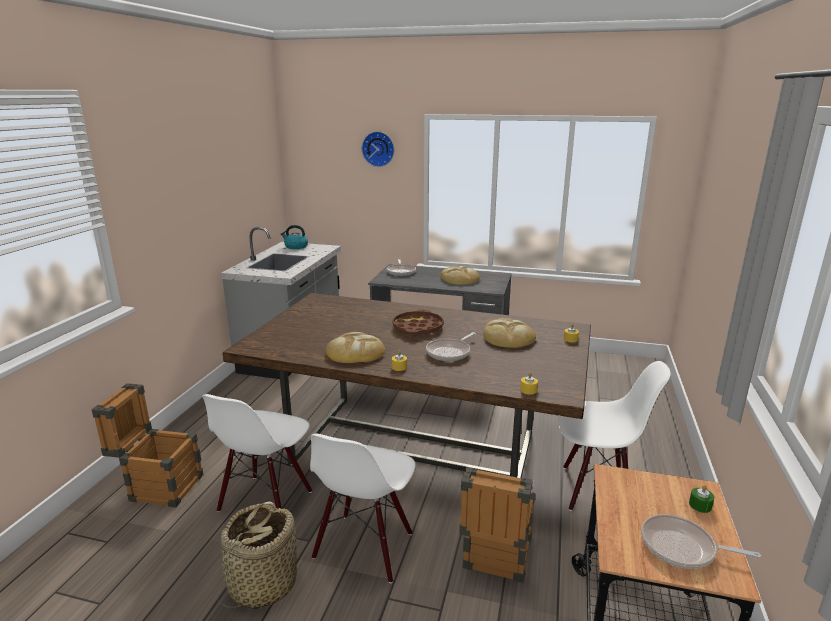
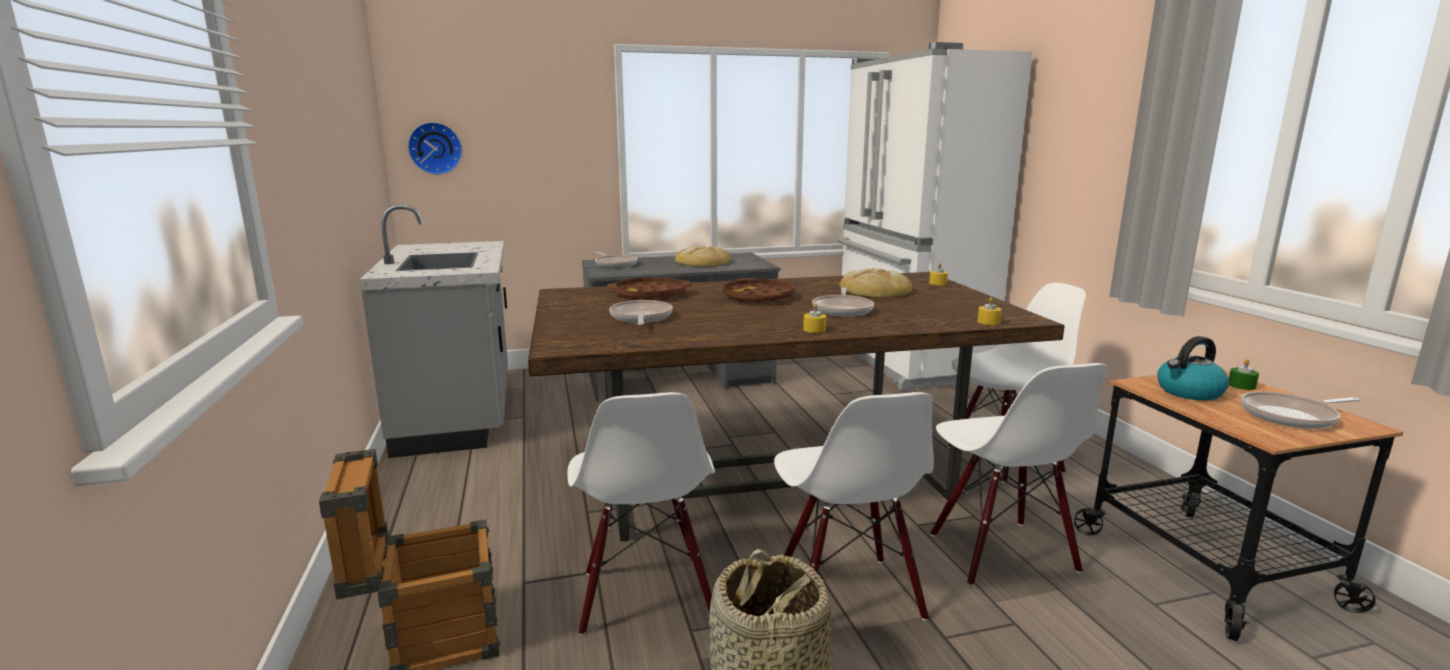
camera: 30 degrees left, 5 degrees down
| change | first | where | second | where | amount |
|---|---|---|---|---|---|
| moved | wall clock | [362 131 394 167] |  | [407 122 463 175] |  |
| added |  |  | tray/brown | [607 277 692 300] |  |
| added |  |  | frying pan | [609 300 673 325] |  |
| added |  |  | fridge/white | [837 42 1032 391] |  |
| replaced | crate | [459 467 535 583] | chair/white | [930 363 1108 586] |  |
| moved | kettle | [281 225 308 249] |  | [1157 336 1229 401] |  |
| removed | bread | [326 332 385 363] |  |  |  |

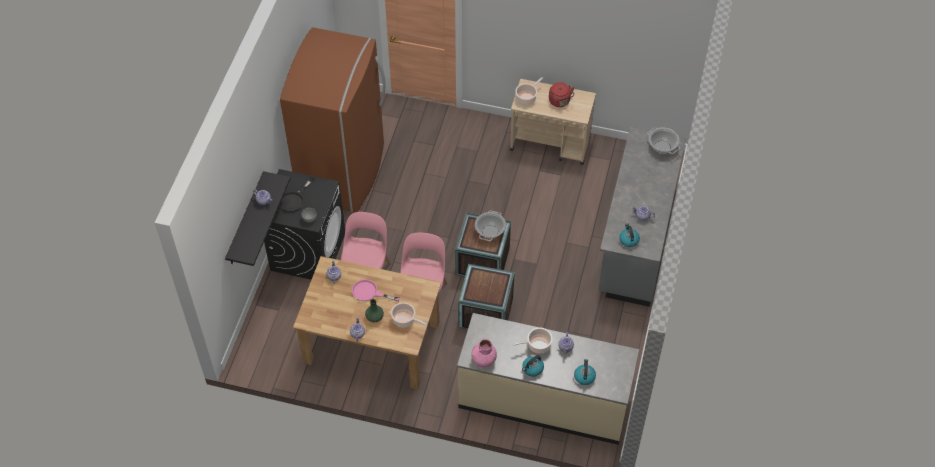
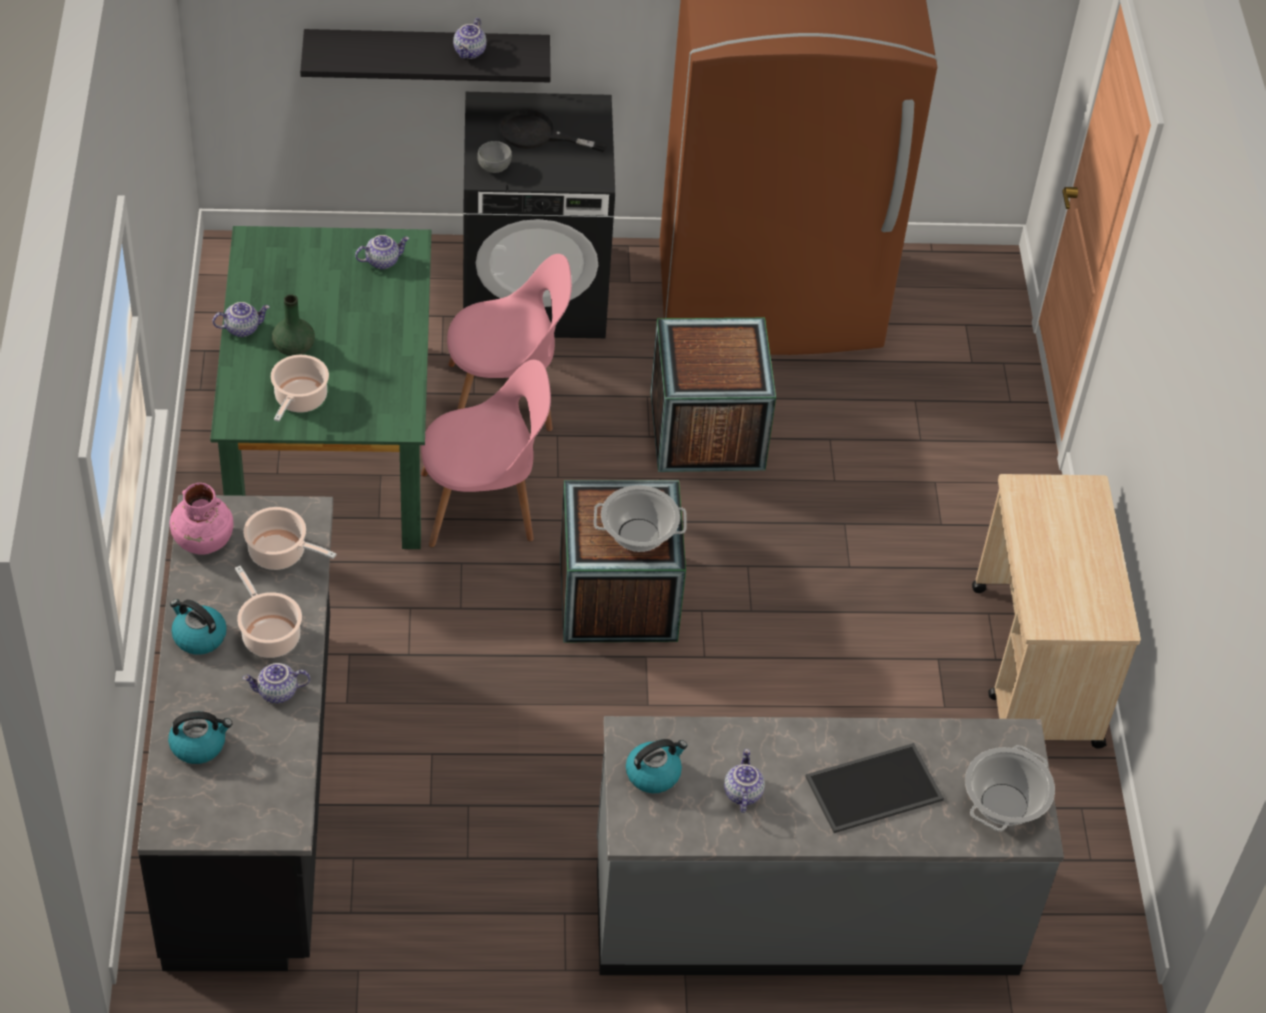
camera: 70 degrees right, 5 degrees down
| change | first | where | second | where | amount |
|---|---|---|---|---|---|
| recoloured | counter/beige | [457 313 639 445] | counter/black | [138 495 333 971] |  |
| recoloured | dining table/brown | [293 256 441 389] | dining table/green | [210 226 431 549] |  |
| moved | cooking pot | [515 77 543 105] |  | [243 507 336 570] |  |
| moved | crate | [458 264 515 330] |  | [650 318 776 472] |  |
| added |  |  | tray | [805 743 944 833] |  |
| removed | frying pan/pink | [352 279 400 302] |  |  |  |
| removed | kettle/red | [549 82 574 107] |  |  |  |

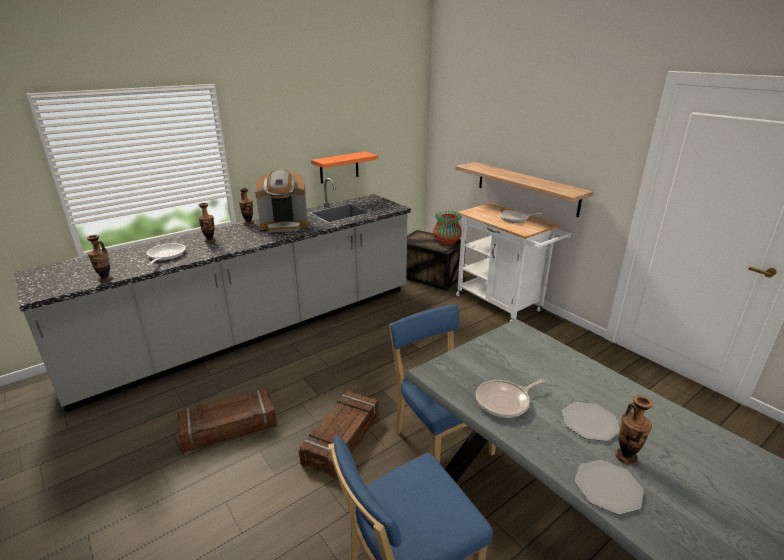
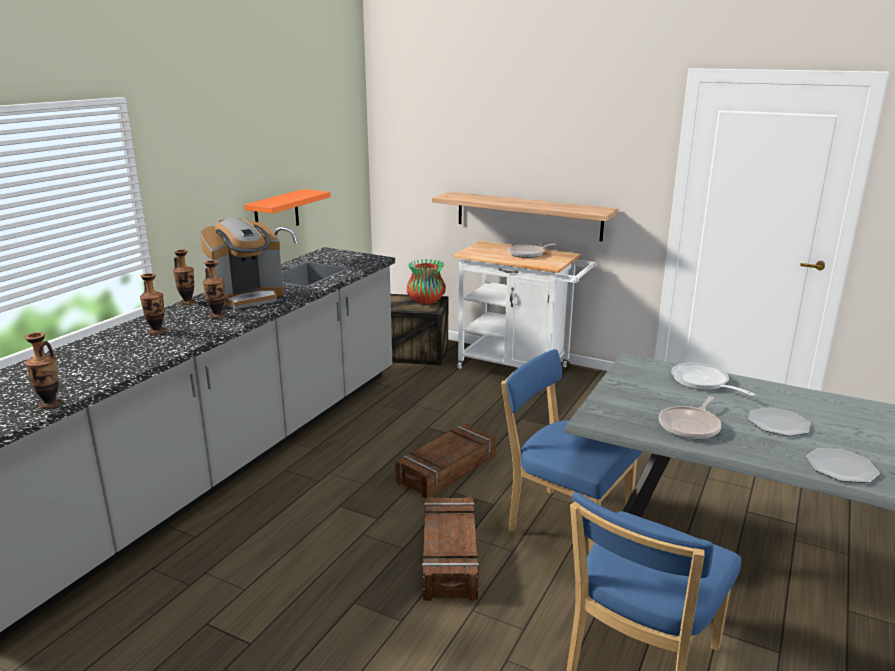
camera: 25 degrees left, 5 degrees down
| change | first | where | second | where | amount |
|---|---|---|---|---|---|
| moved | vase | [615 396 653 465] |  | [203 260 226 318] |  |
| moved | crate | [177 389 277 453] |  | [395 424 496 499] |  |
| moved | frying pan | [147 243 186 266] |  | [671 363 756 396] |  |

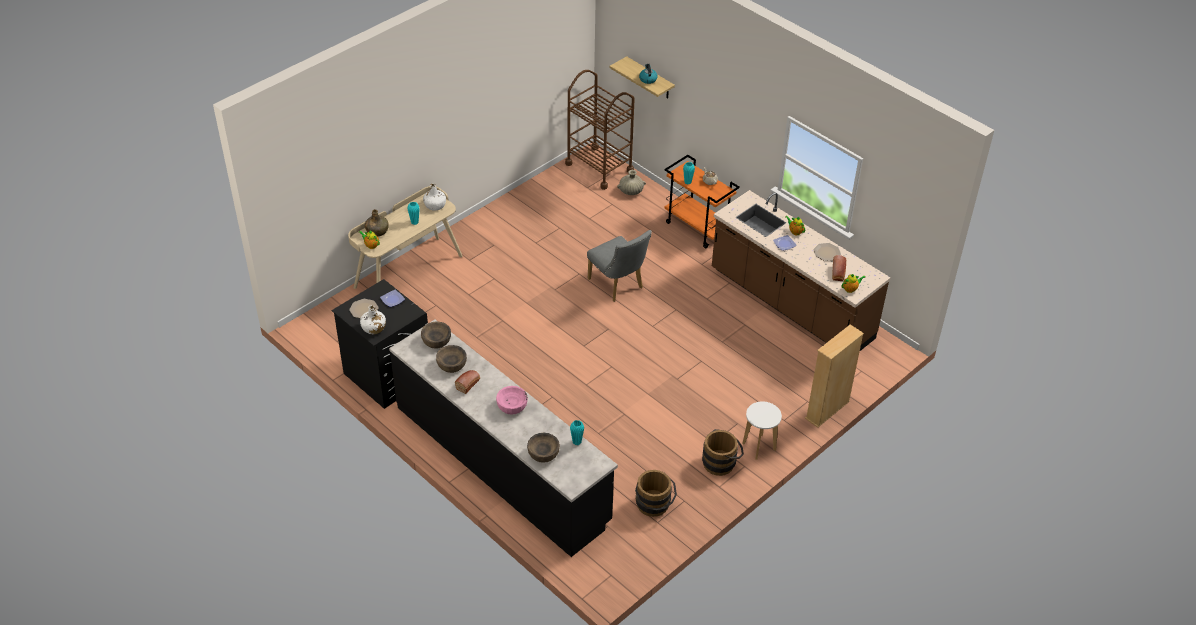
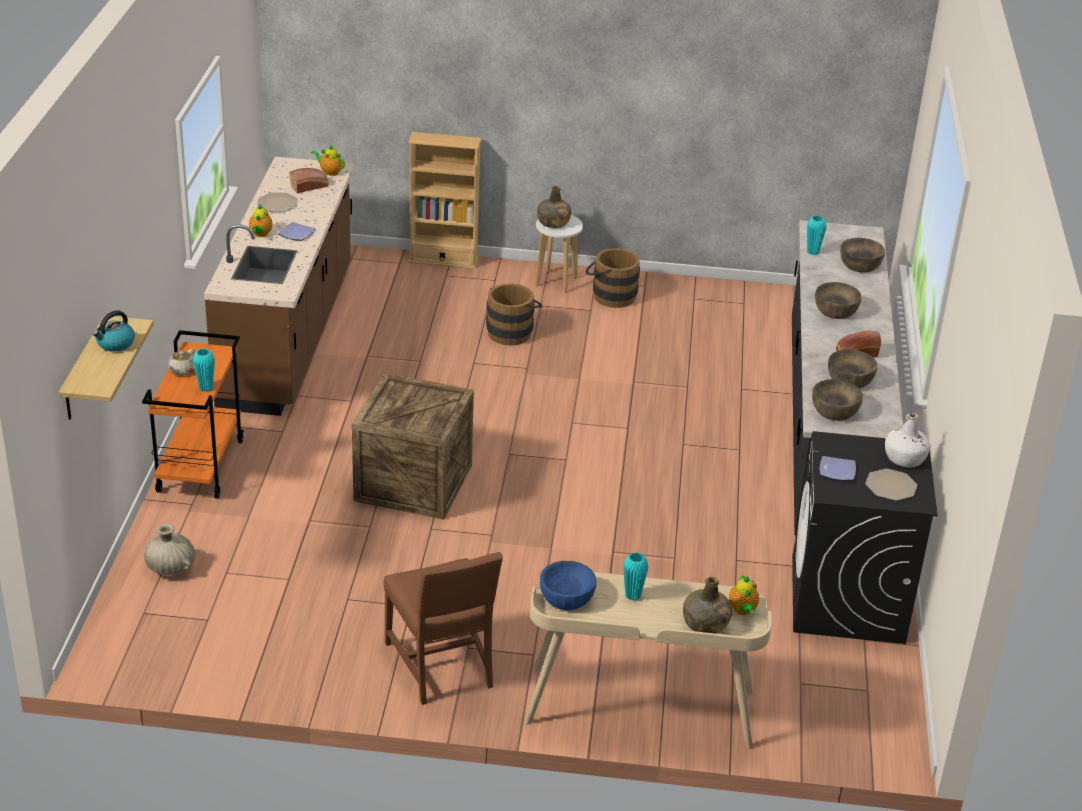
camera: 130 degrees left, 10 degrees down
| change | first | where | second | where | amount |
|---|---|---|---|---|---|
| replaced | chair/grey | [587 230 652 302] | crate | [352 373 474 520] |  |
| added |  |  | chair/brown | [383 552 503 705] |  |
| moved | bucket/brown | [635 470 677 517] |  | [486 284 542 346] |  |
| added |  |  | bottle/green | [537 186 571 228] |  |
| replaced | bottle/white | [423 183 446 211] | bowl/blue | [540 561 596 610] |  |
| recoloured | bowl/pink | [496 386 528 415] | bowl/brown | [815 282 861 319] |  |
| removed | cart/brown | [565 70 635 190] |  |  |  |

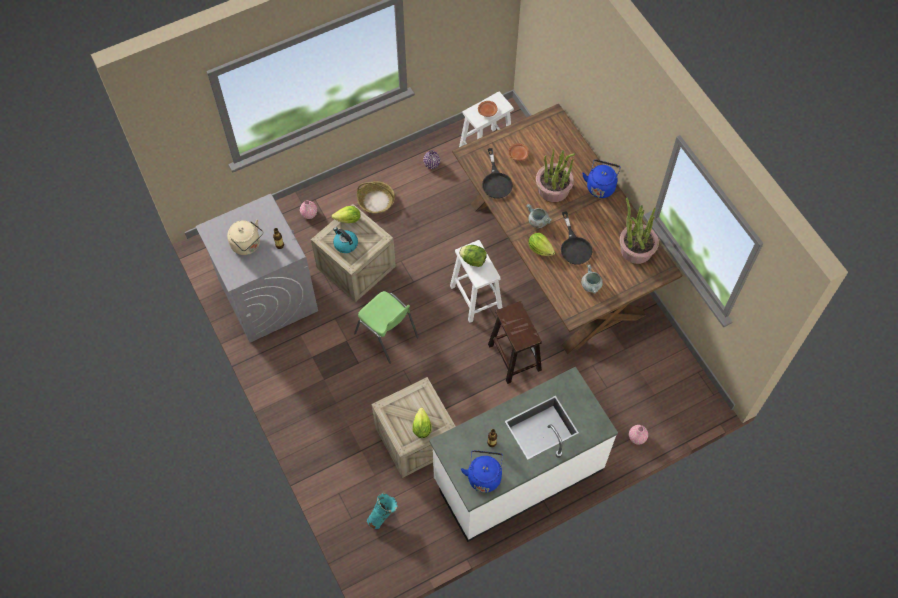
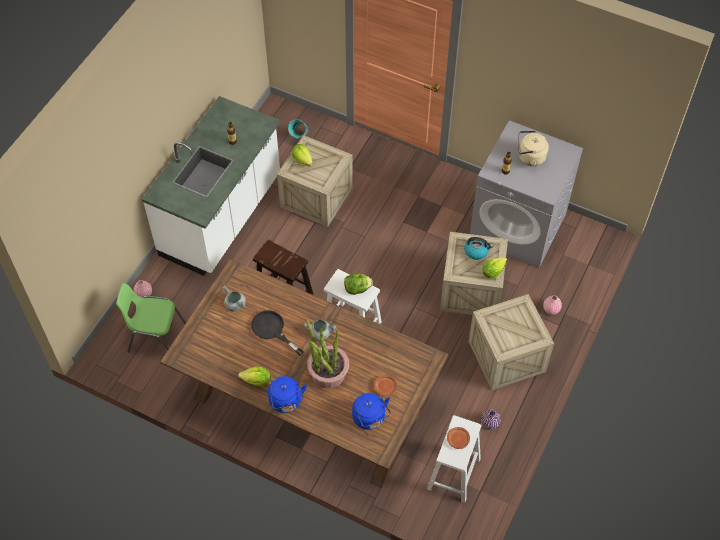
camera: 145 degrees right, 5 degrees down
| change | first | where | second | where | amount |
|---|---|---|---|---|---|
| moved | chair/green | [354 291 419 364] |  | [116 283 186 353] |  |
| moved | lettuce | [529 233 555 256] |  | [238 366 271 386] |  |
| moved | kettle/blue | [461 450 503 493] |  | [352 393 391 430] |  |
| replaced | basket | [357 181 395 214] | crate | [468 294 554 390] |  |
| removed | frying pan/black | [482 148 513 199] |  |  |  |
| removed | potted plant | [620 198 659 264] |  |  |  |

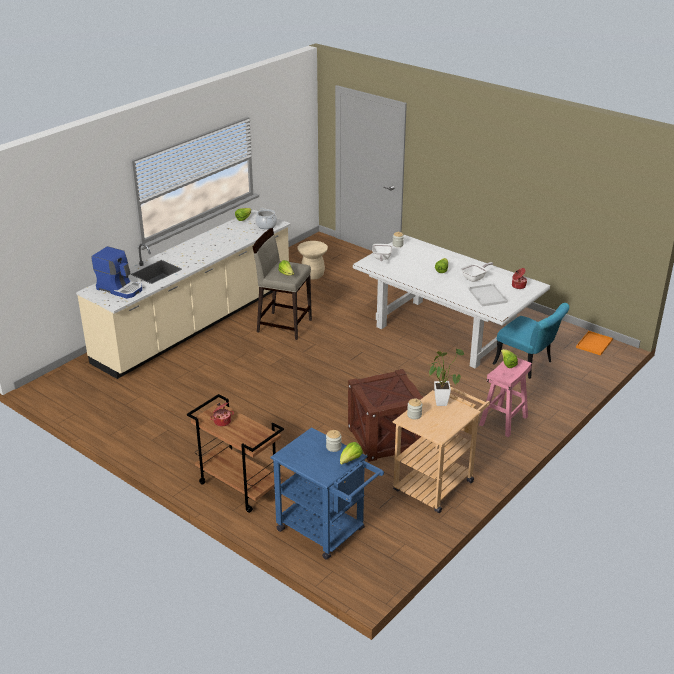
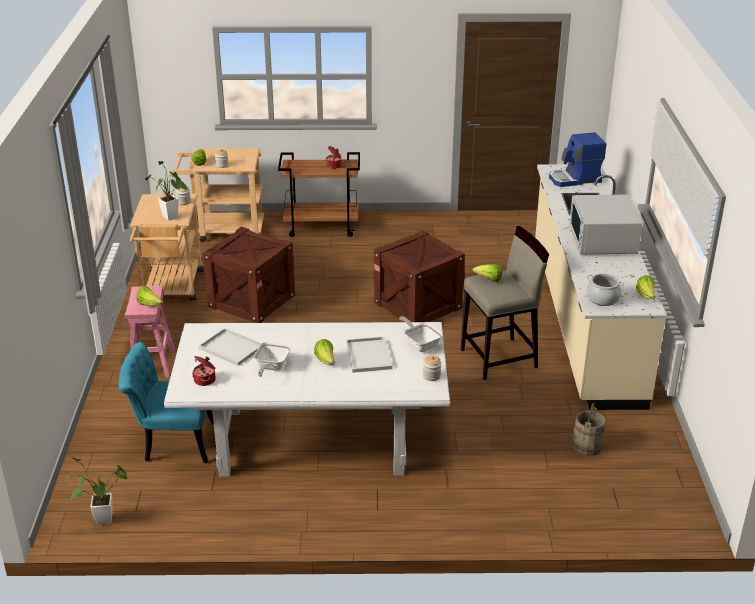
camera: 140 degrees right, 0 degrees up
| change | first | where | second | where | amount |
|---|---|---|---|---|---|
| replaced | tray/orange | [576 331 613 356] | potted plant | [66 457 127 525] |  |
| recoloured | cart/blue | [270 427 384 560] | cart/beige | [172 148 264 242] |  |
| added |  |  | tray/white | [346 337 393 373] |  |
| added |  |  | crate | [374 230 465 322] |  |
| added |  |  | microwave/white | [569 195 643 254] |  |
| replaced | stool/beige | [298 241 328 280] | bucket/beige | [571 403 605 456] |  |

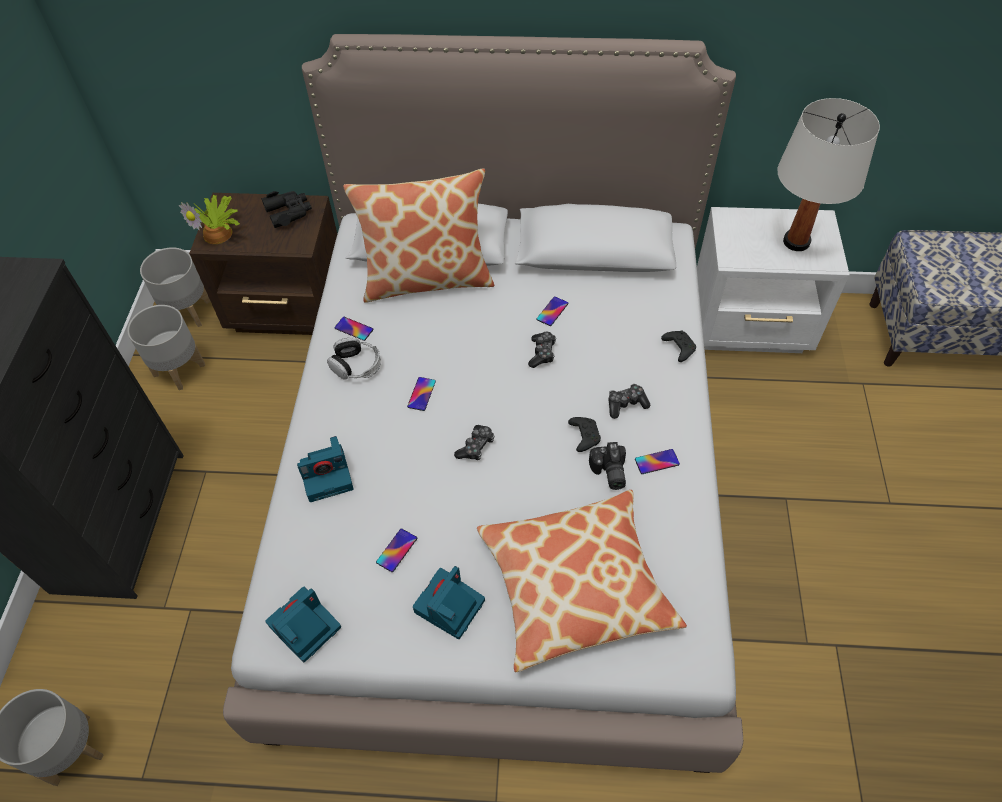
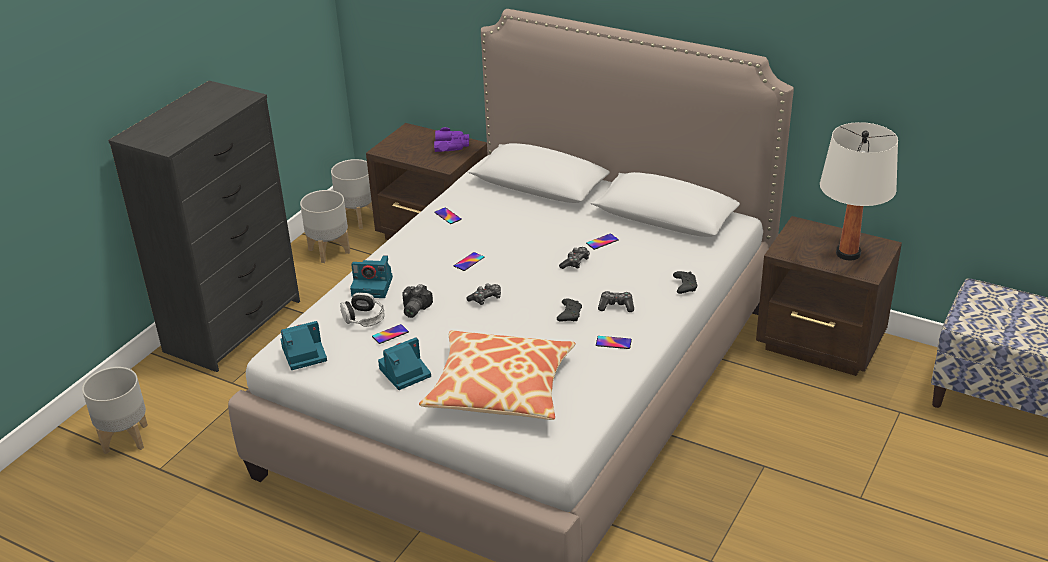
camera: 25 degrees right, 20 degrees down
| change | first | where | second | where | amount |
|---|---|---|---|---|---|
| moved | headphones | [327 337 381 380] |  | [340 292 385 327] |  |
| moved | photo camera | [589 442 626 490] |  | [402 284 433 318] |  |
| recoloured | binoculars/black | [261 191 312 228] | binoculars/purple | [434 127 469 152] |  |
| recoloured | nightstand/white | [697 207 850 353] | nightstand/brown | [756 216 902 376] |  |
| removed | potted plant | [179 195 240 244] |  |  |  |
| removed | pillow | [343 168 494 303] |  |  |  |

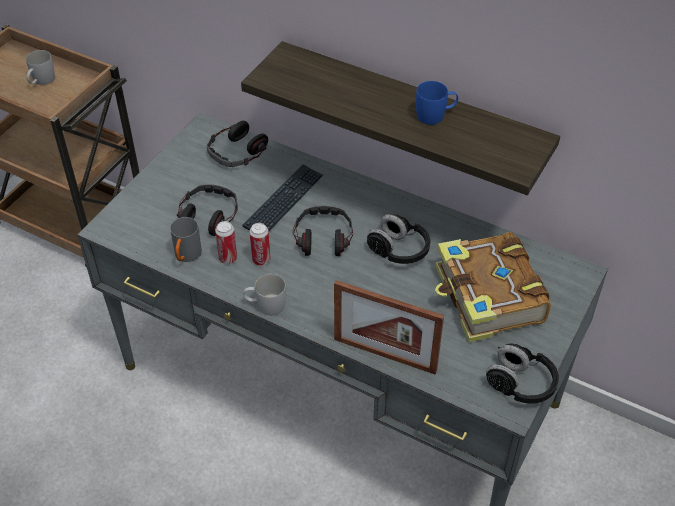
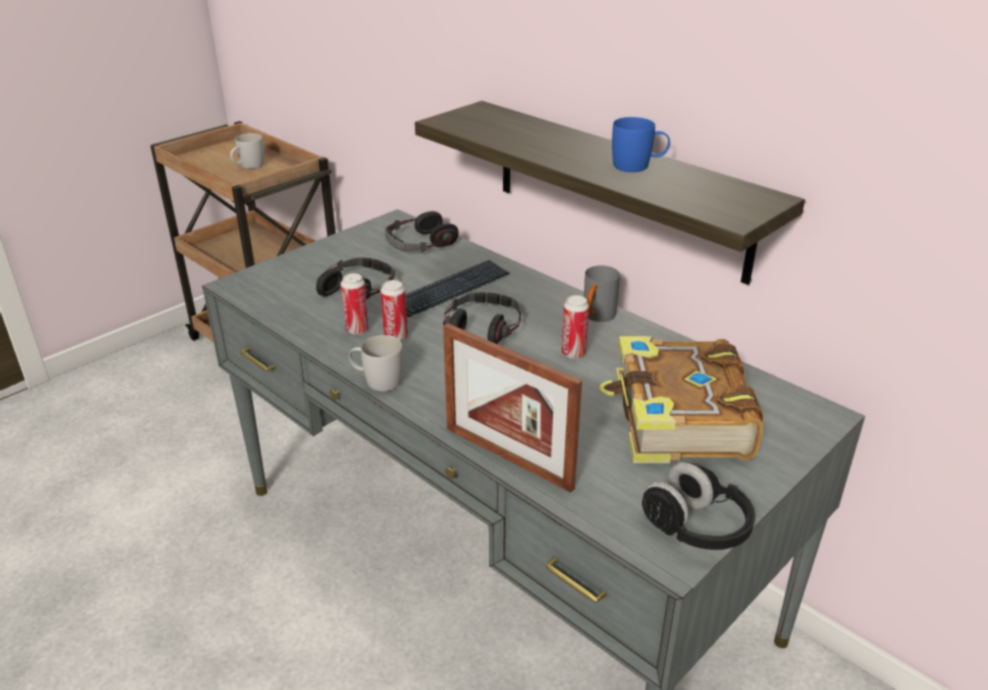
camera: 15 degrees right, 15 degrees down
| change | first | where | second | where | amount |
|---|---|---|---|---|---|
| replaced | headphones/black | [367 214 430 264] | can | [562 295 589 359] |  |
| moved | mug/grey | [170 217 202 262] |  | [584 265 620 322] |  |

